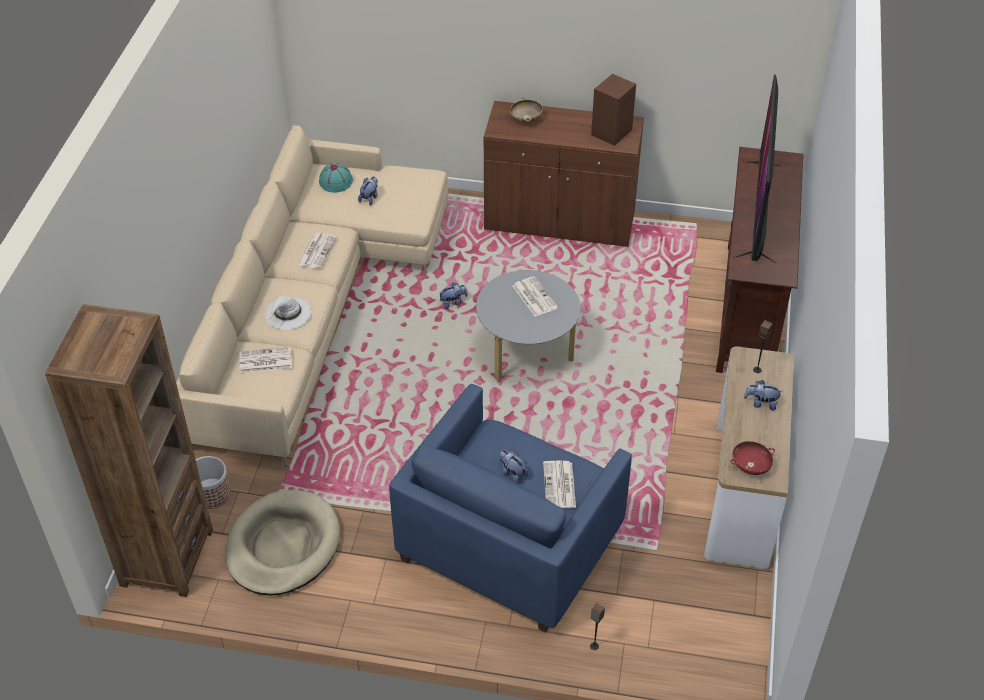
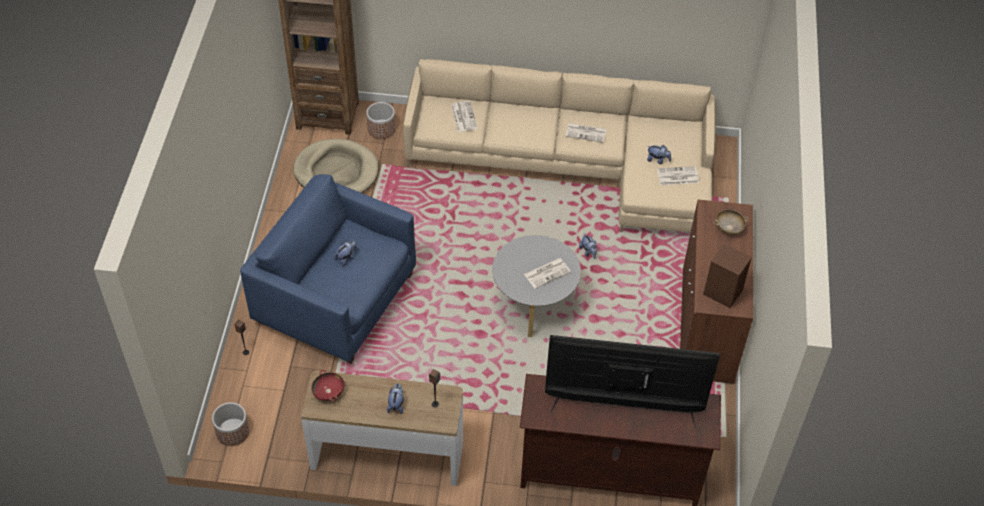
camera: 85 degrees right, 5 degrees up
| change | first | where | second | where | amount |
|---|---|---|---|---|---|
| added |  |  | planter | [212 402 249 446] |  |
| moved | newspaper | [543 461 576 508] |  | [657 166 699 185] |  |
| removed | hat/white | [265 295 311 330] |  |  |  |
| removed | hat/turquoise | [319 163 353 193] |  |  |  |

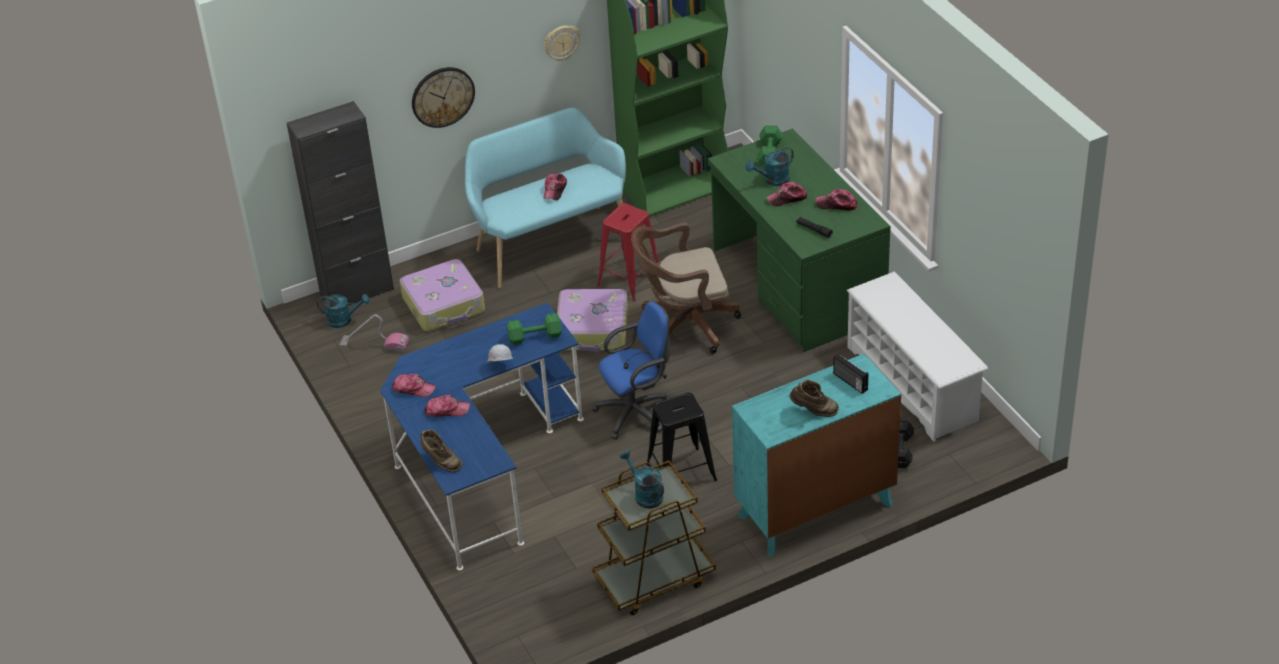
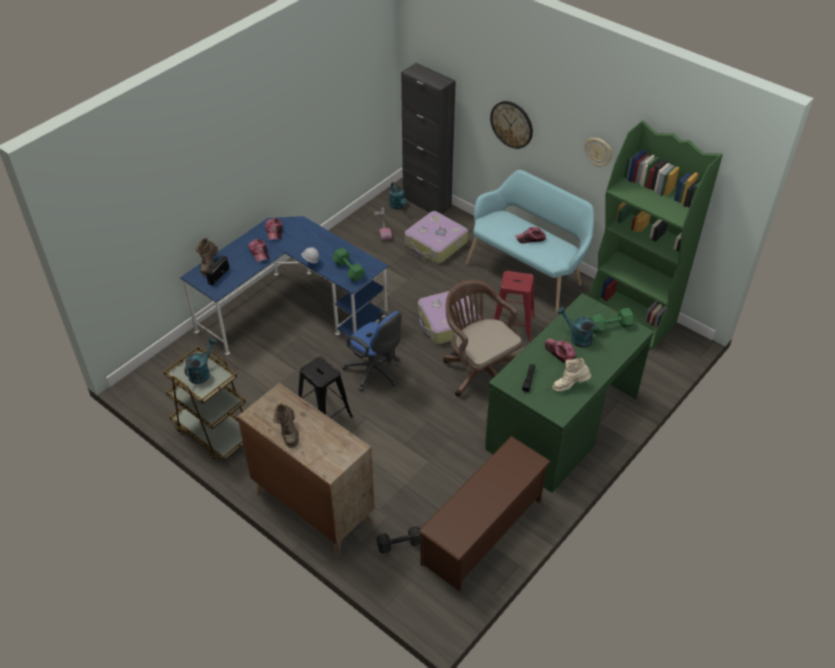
camera: 65 degrees right, 5 degrees up
| change | first | where | second | where | amount |
|---|---|---|---|---|---|
| moved | radio | [833 353 868 394] |  | [206 255 229 286] |  |
| recoloured | dresser/turquoise | [732 354 901 557] | dresser/brown | [237 383 375 555] |  |
| recoloured | shoe rack/white | [847 272 988 442] | shoe rack/brown | [418 436 551 592] |  |
| replaced | cap | [815 189 858 211] | boot/beige | [553 358 591 391] |  |

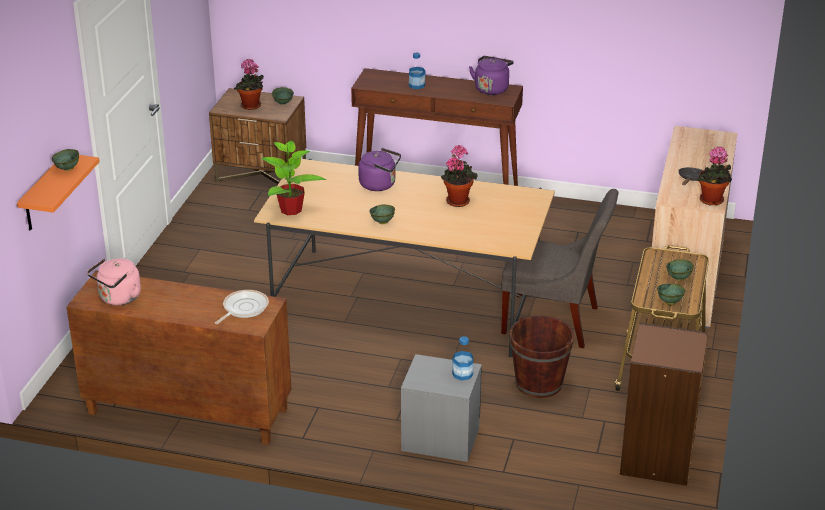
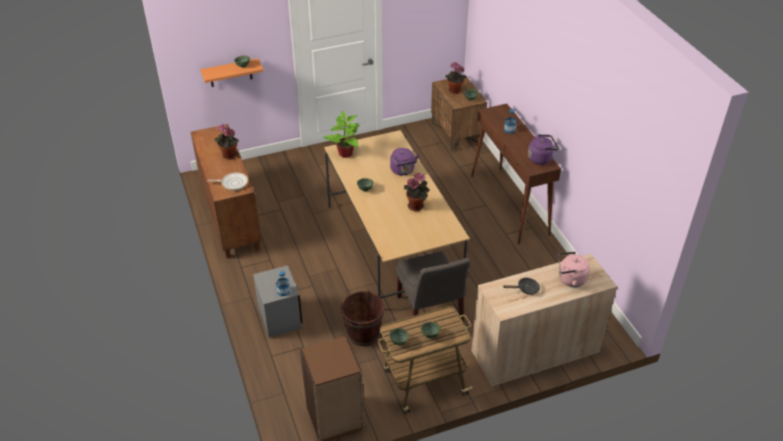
camera: 55 degrees right, 10 degrees up
| change | first | where | second | where | amount |
|---|---|---|---|---|---|
| moved | potted plant | [697 146 732 206] |  | [215 124 239 160] |  |
| moved | kettle/pink | [87 258 141 305] |  | [559 252 590 287] |  |

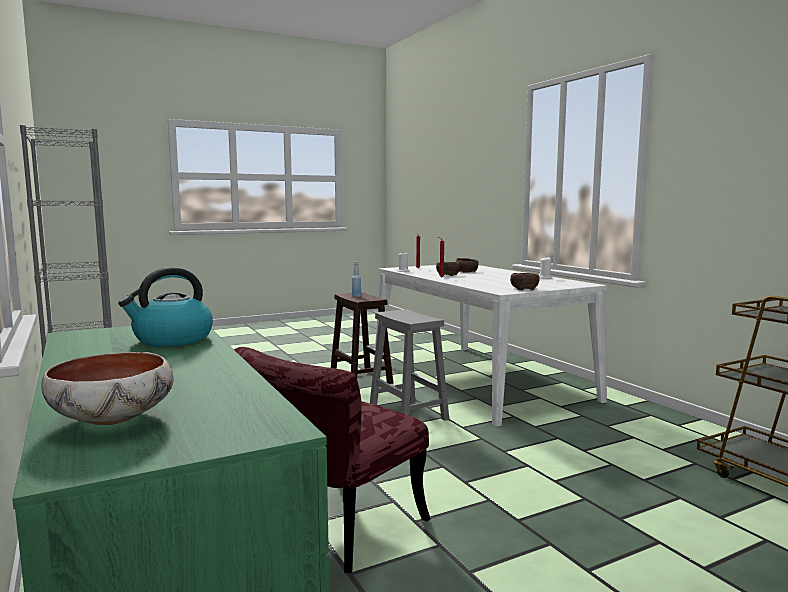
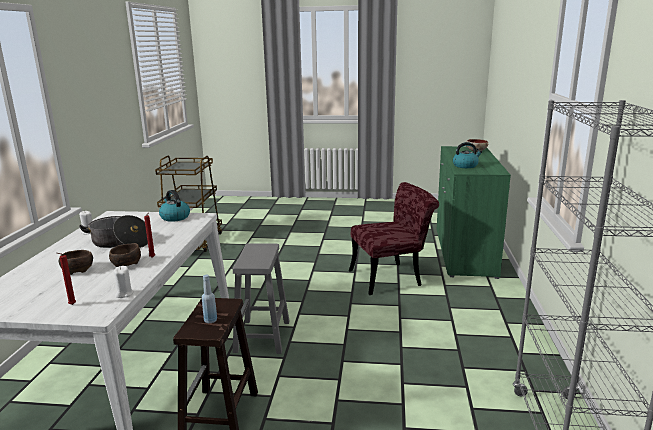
camera: 145 degrees left, 10 degrees up
| change | first | where | second | where | amount |
|---|---|---|---|---|---|
| added |  |  | cooking pot | [79 215 148 248] |  |
| replaced | bowl/brown | [510 273 539 290] | kettle | [159 190 190 222] |  |

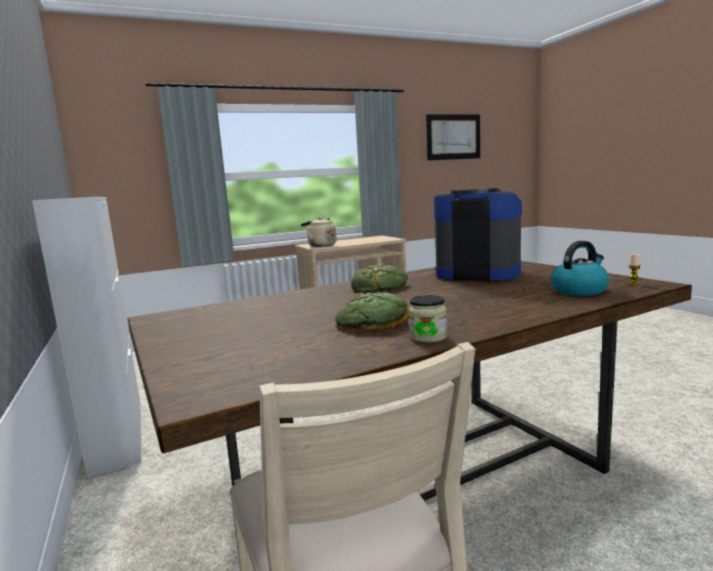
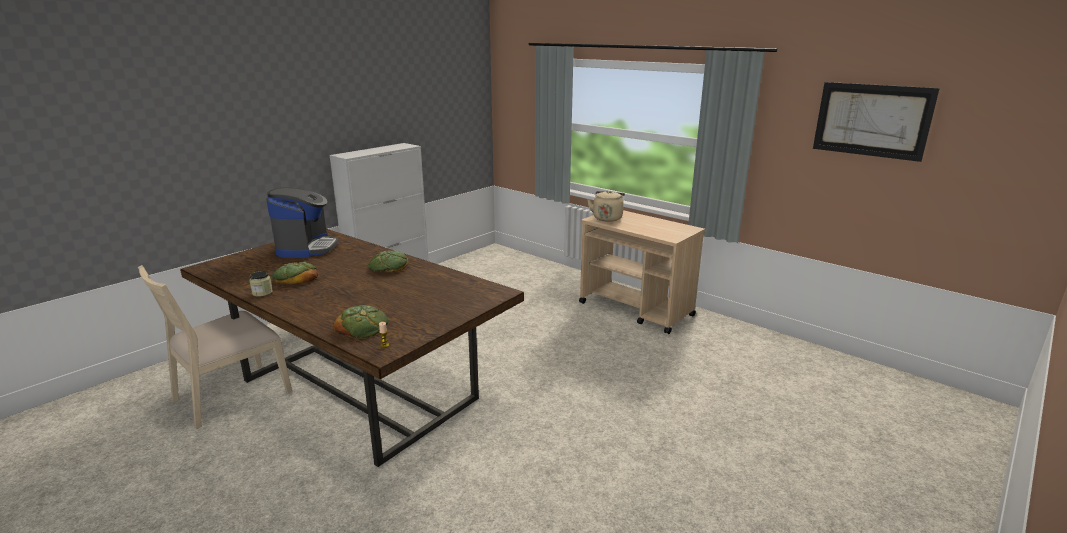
camera: 65 degrees right, 10 degrees up
| change | first | where | second | where | amount |
|---|---|---|---|---|---|
| moved | coffee machine | [433 188 522 281] |  | [266 187 338 258] |  |
| replaced | kettle | [551 241 610 296] | bread | [334 305 388 339] |  |

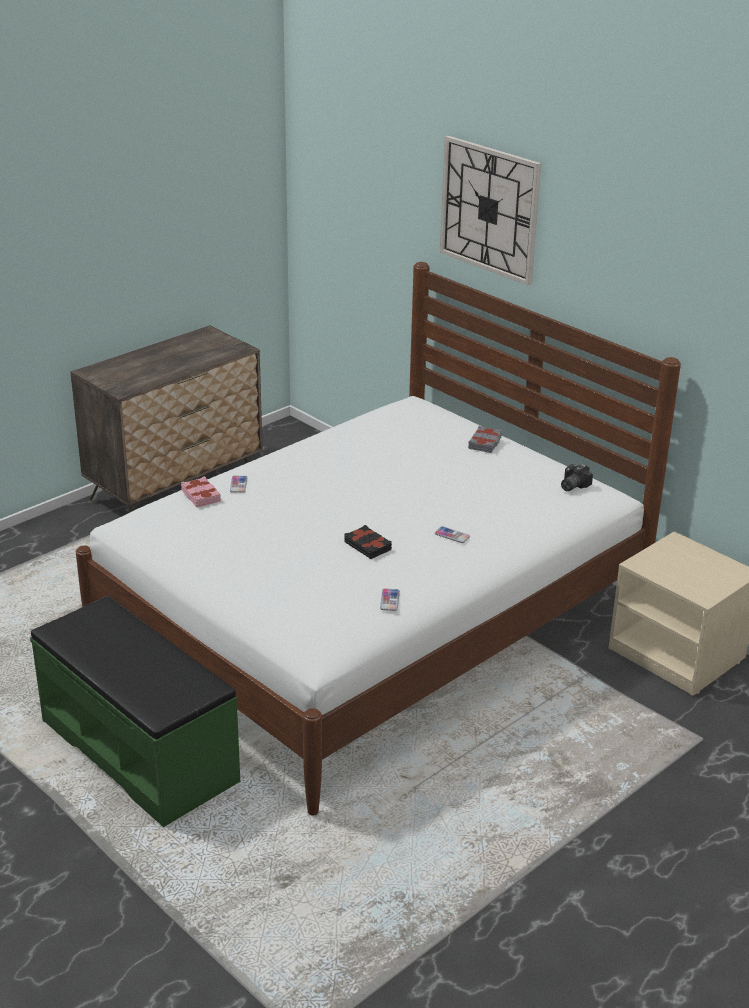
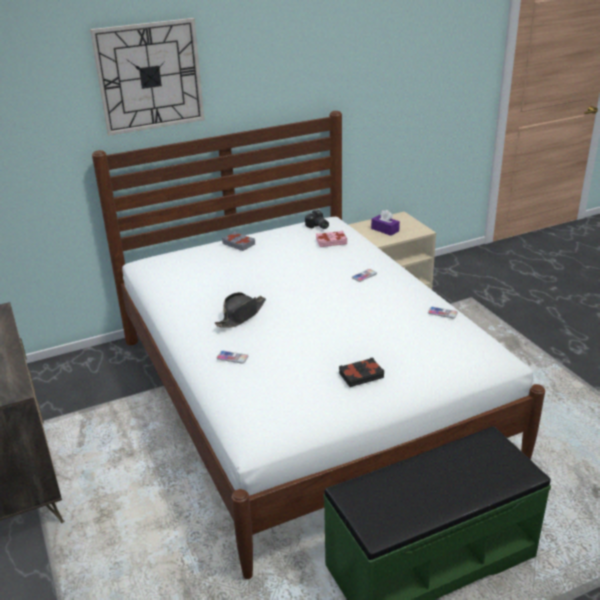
camera: 70 degrees left, 0 degrees up
| change | first | where | second | where | amount |
|---|---|---|---|---|---|
| added |  |  | hat/black | [215 292 266 328] |  |
| moved | book/pink | [181 476 221 507] |  | [316 230 347 247] |  |
| moved | book/black | [344 525 392 559] |  | [339 357 384 387] |  |
| added |  |  | tissue box/purple | [371 210 400 236] |  |

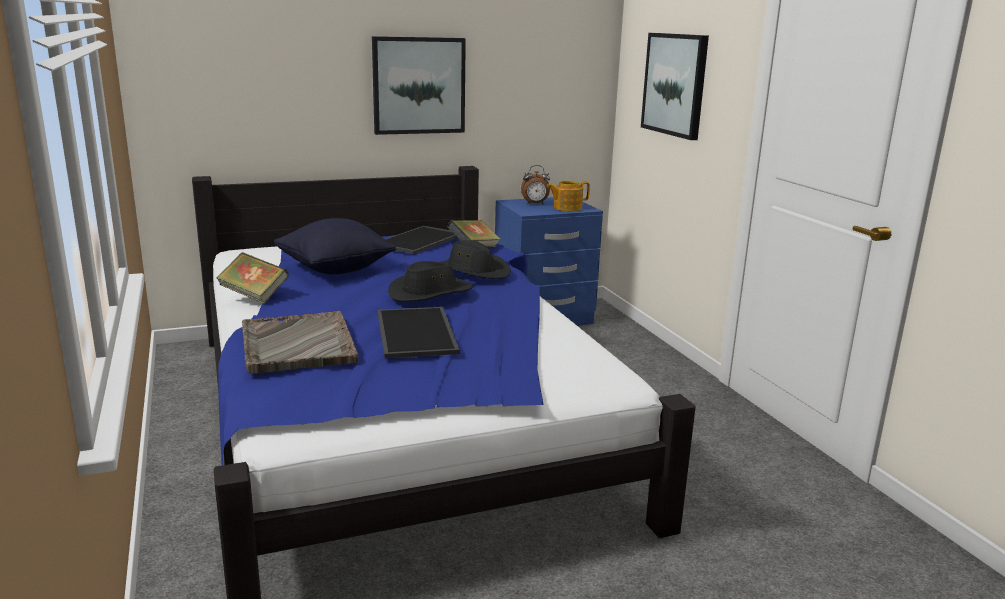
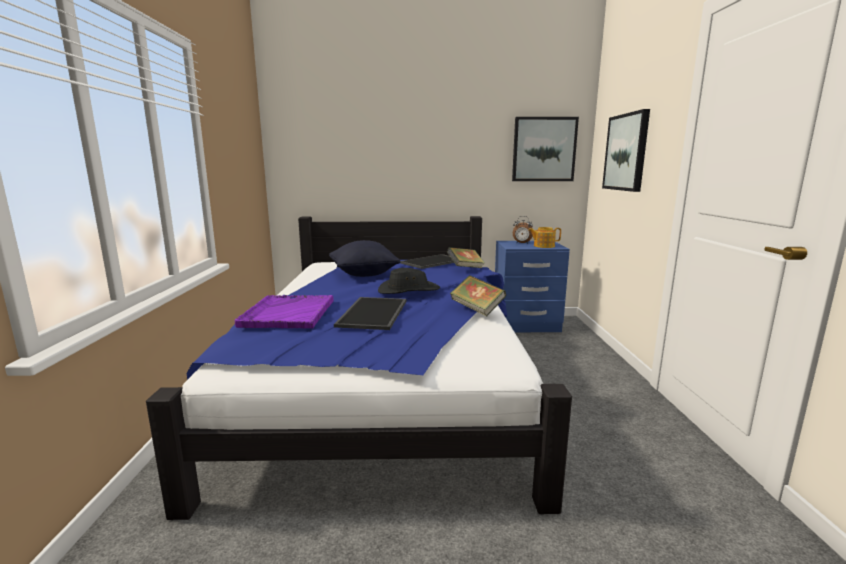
camera: 20 degrees right, 5 degrees down
| change | first | where | second | where | amount |
|---|---|---|---|---|---|
| recoloured | tray/grey | [242 311 359 374] | tray/purple | [235 295 334 328] |  |
| moved | book | [217 252 289 304] |  | [450 275 506 317] |  |
| moved | picture | [372 36 466 135] |  | [512 117 579 181] |  |
| removed | hat/black | [441 240 511 279] |  |  |  |

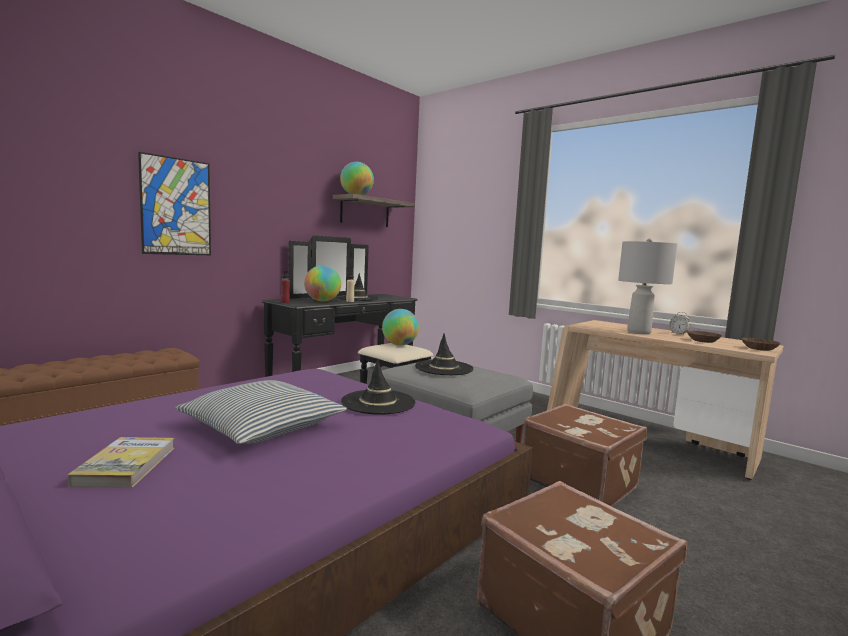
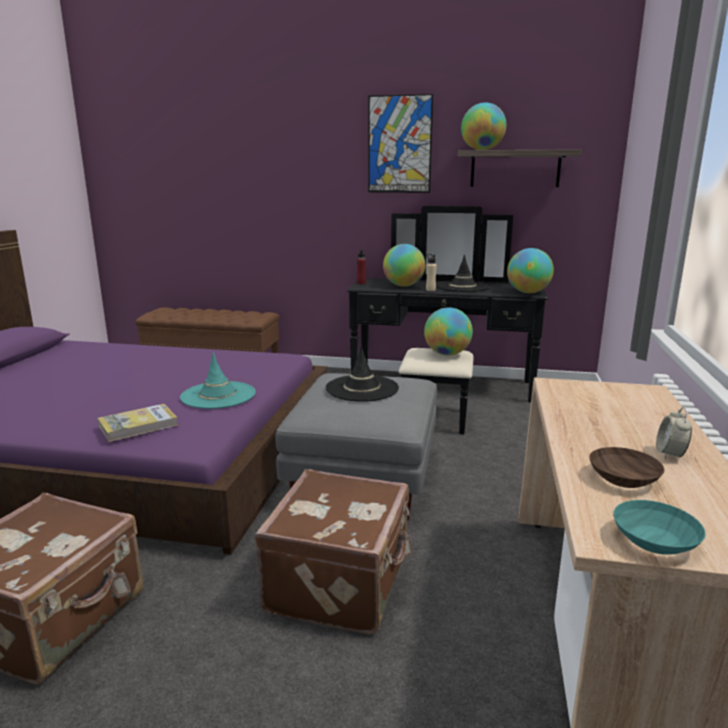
camera: 60 degrees right, 10 degrees up
| change | first | where | second | where | amount |
|---|---|---|---|---|---|
| moved | book | [68 437 174 488] |  | [98 404 178 442] |  |
| recoloured | hat/black | [341 359 415 415] | hat/turquoise | [180 353 255 409] |  |
| moved | picture | [138 152 211 255] |  | [368 94 433 193] |  |
| added |  |  | globe | [507 248 554 293] |  |
| recoloured | bowl/brown | [741 338 781 351] | bowl/turquoise | [613 500 706 554] |  |
| removed | pillow | [175 380 347 444] |  |  |  |
| removed | table lamp/grey | [618 239 677 335] |  |  |  |

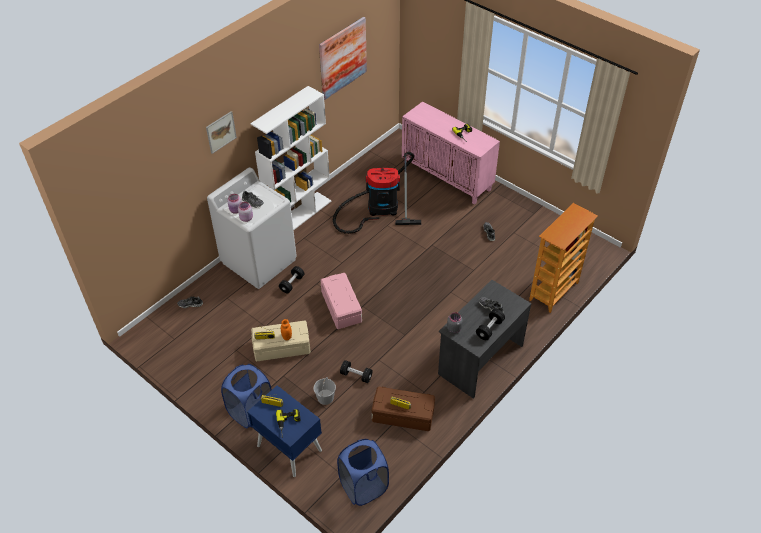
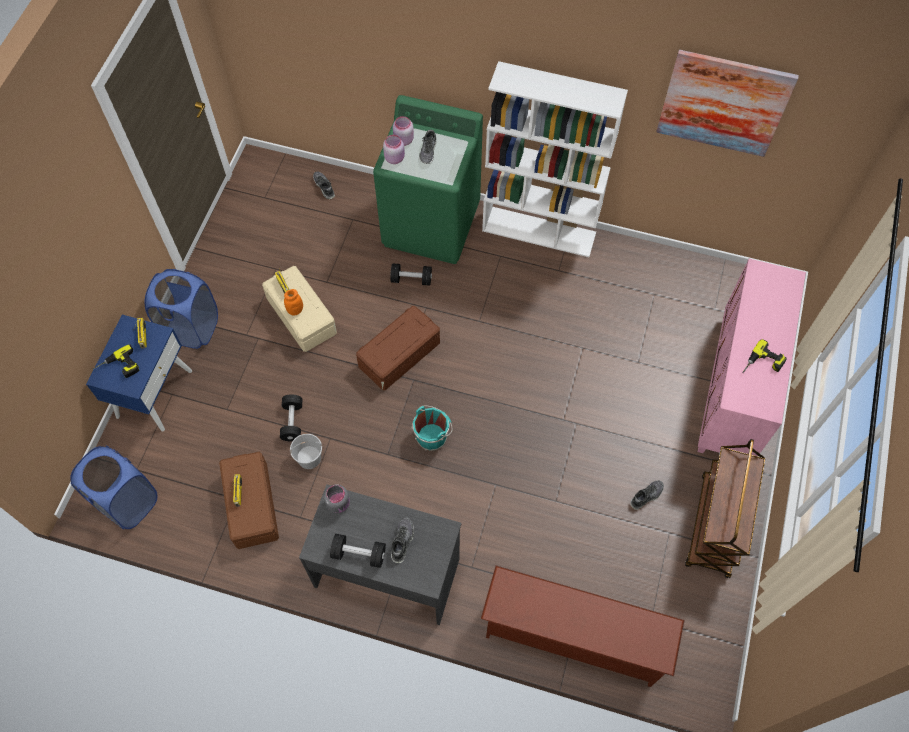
camera: 65 degrees right, 15 degrees up
| change | first | where | second | where | amount |
|---|---|---|---|---|---|
| moved | bucket/white | [313 377 336 405] |  | [290 434 322 469] |  |
| recoloured | storage box/pink | [320 273 362 329] | storage box/brown | [356 306 440 390] |  |
| recoloured | washing machine/white | [207 167 297 289] | washing machine/green | [373 95 483 264] |  |
| added |  |  | bucket/turquoise | [411 406 453 451] |  |
| replaced | bookcase | [529 203 598 313] | shoe rack/brown | [481 566 685 687] |  |
| added |  |  | cart/brown | [685 439 765 578] |  |
| removed | picture | [206 111 237 154] |  |  |  |
| removed | vacuum cleaner | [333 152 421 234] |  |  |  |

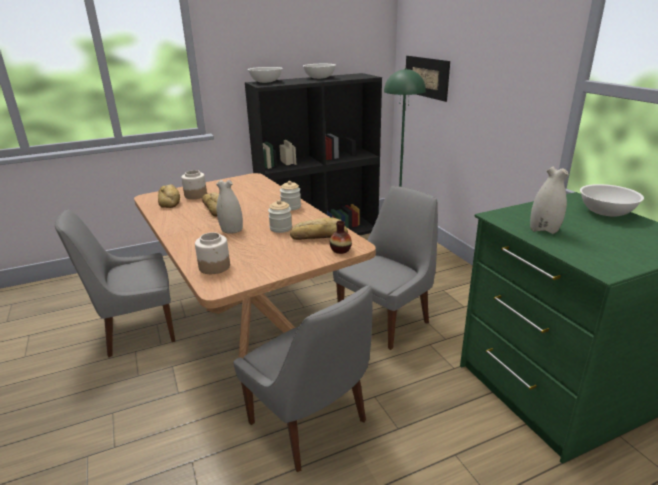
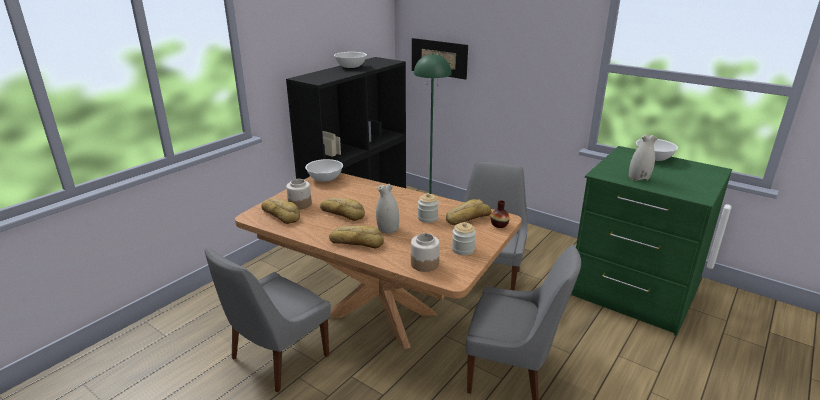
camera: 30 degrees left, 0 degrees up
| change | first | where | second | where | amount |
|---|---|---|---|---|---|
| moved | bowl/white | [248 67 282 83] |  | [305 159 343 182] |  |
| added |  |  | bread | [329 225 384 248] |  |
| moved | jar | [280 181 301 211] |  | [452 222 476 255] |  |

